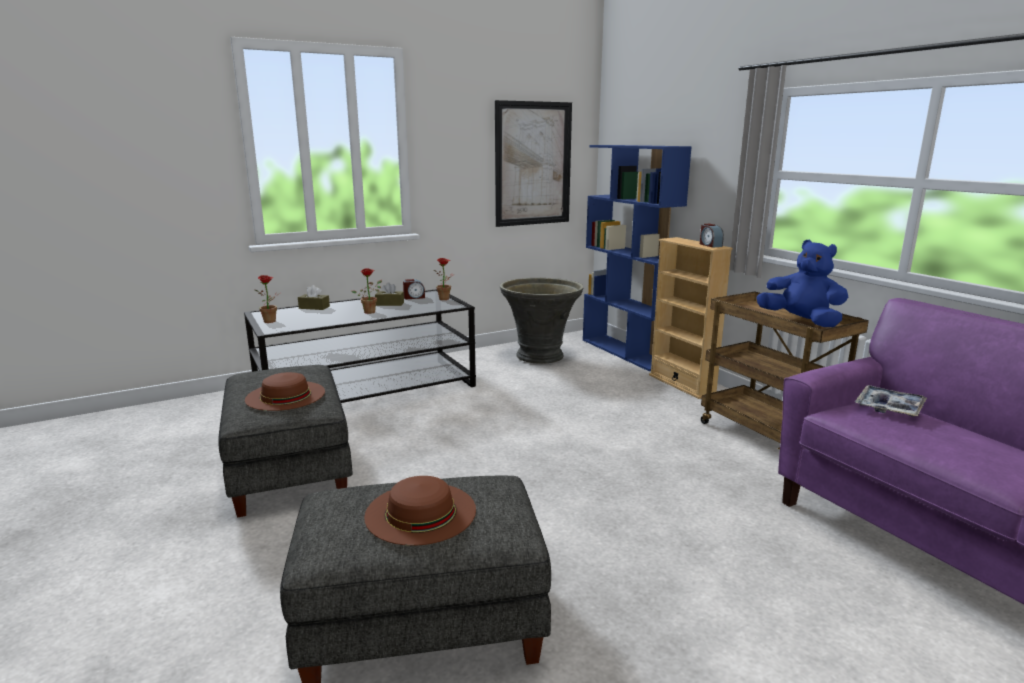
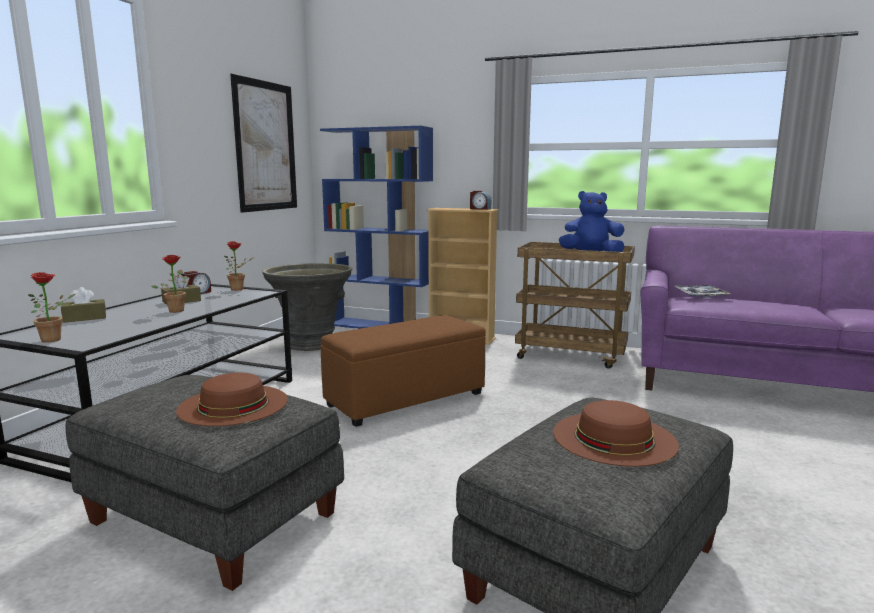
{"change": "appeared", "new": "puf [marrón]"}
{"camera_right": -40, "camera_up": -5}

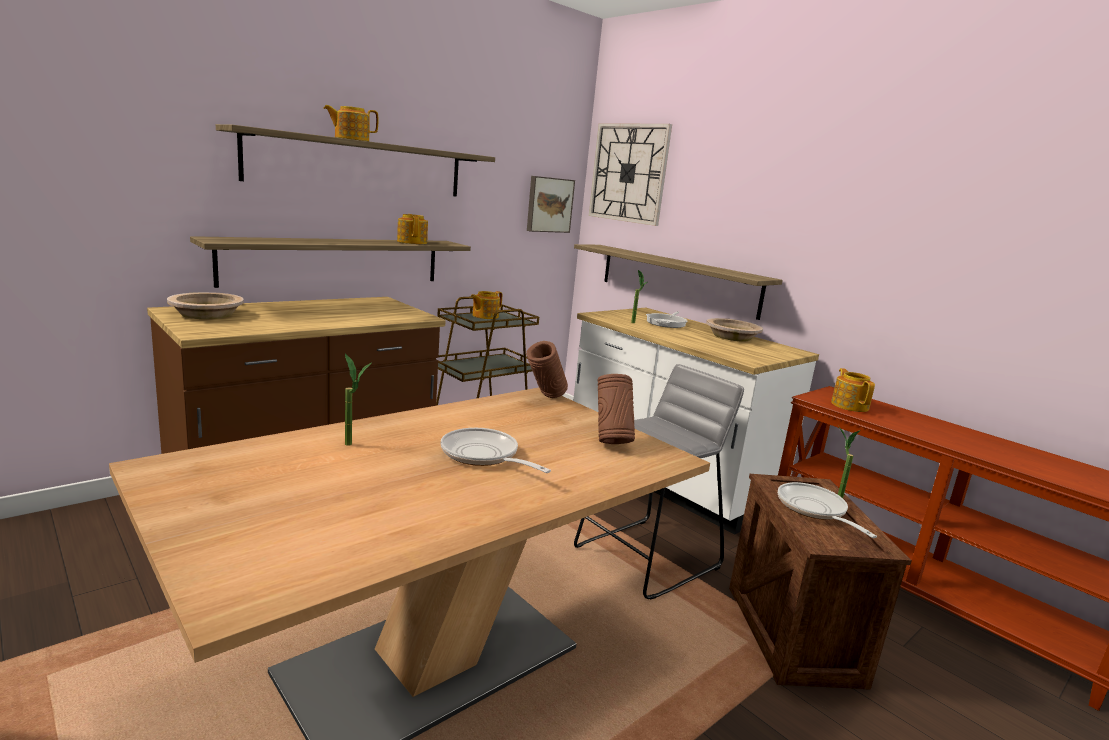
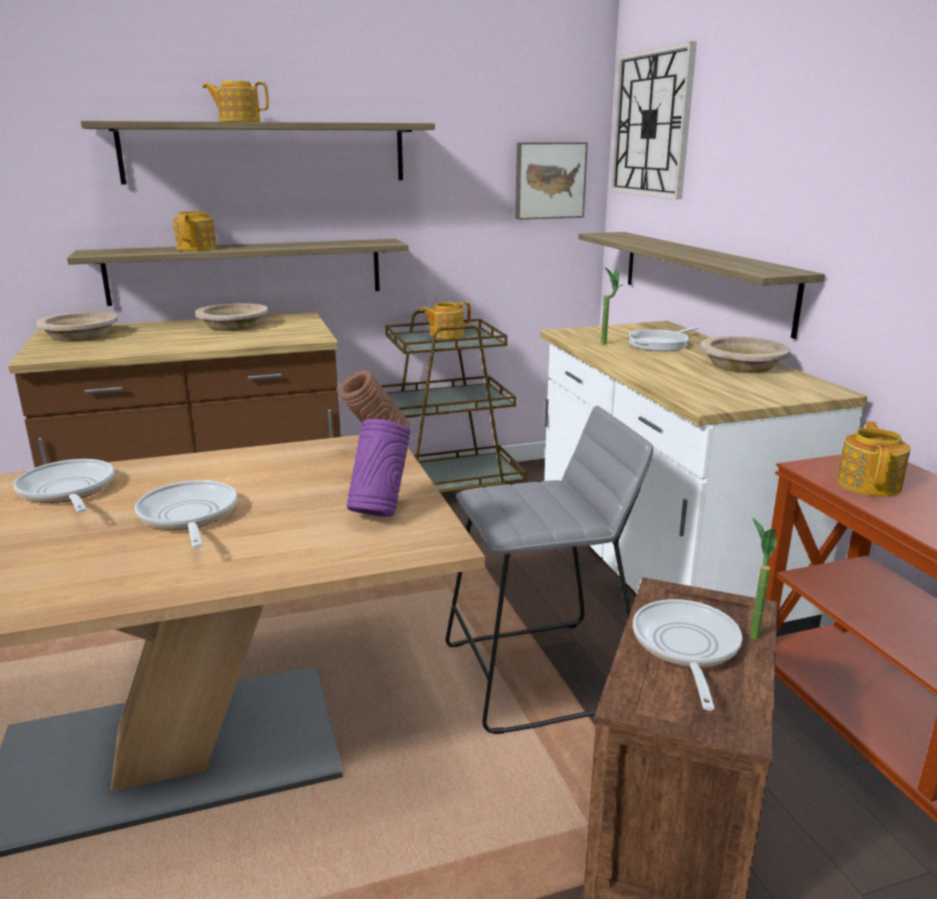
{"change": "exchanged", "old": "planta en maceta (no. 1 from left)", "new": "sartén (no. 1 from left)"}
{"change": "relocated", "old": "tetera (no. 2 from left in the first image)", "new": "tetera (no. 1 from left)"}
{"change": "appeared", "new": "cuenco [beis] (no. 2 from left)"}
{"change": "colour", "old": "florero [marrón] (no. 2 from left)", "new": "florero [morado]"}
{"camera_right": 25, "camera_up": 5}

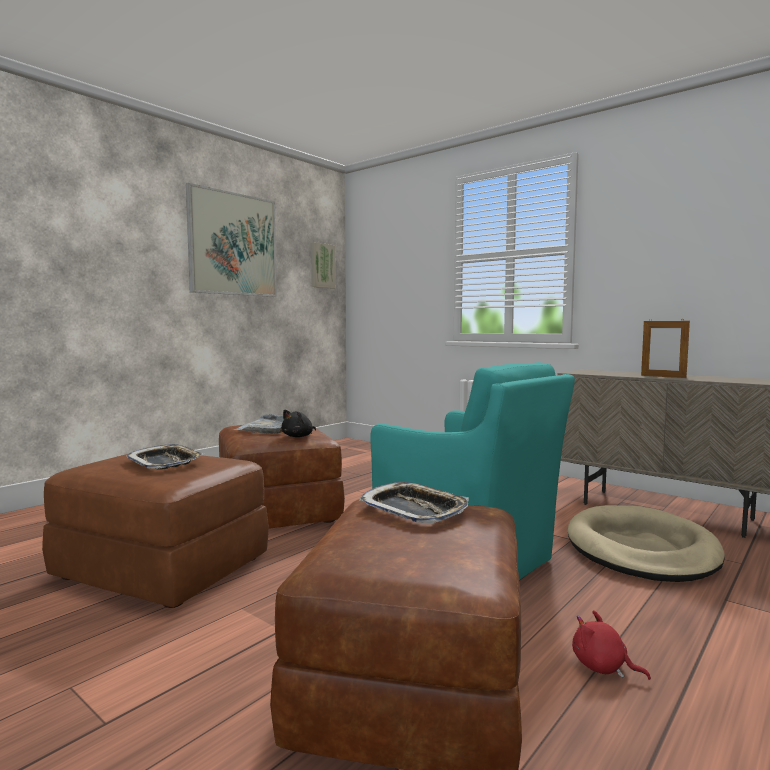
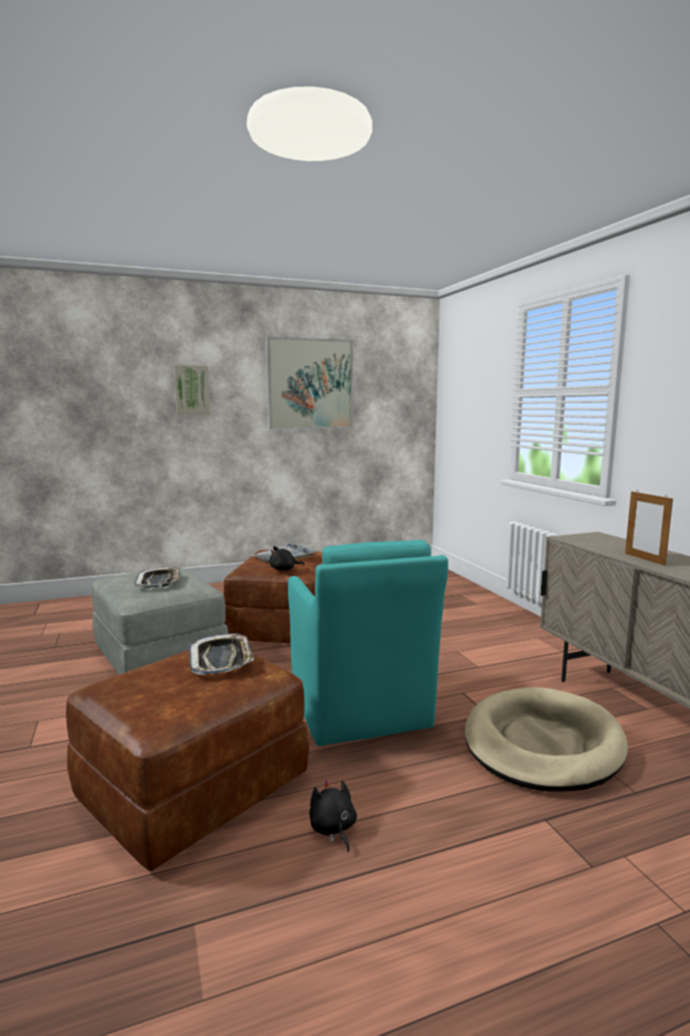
{"change": "colour", "old": "puf [marrón] (no. 1 from left)", "new": "puf [gris]"}
{"change": "relocated", "old": "cuadro (no. 2 from left in the first image)", "new": "cuadro (no. 1 from left)"}
{"change": "colour", "old": "peluche [rojo]", "new": "peluche [negro] (no. 2 from left)"}
{"camera_right": 30, "camera_up": 5}

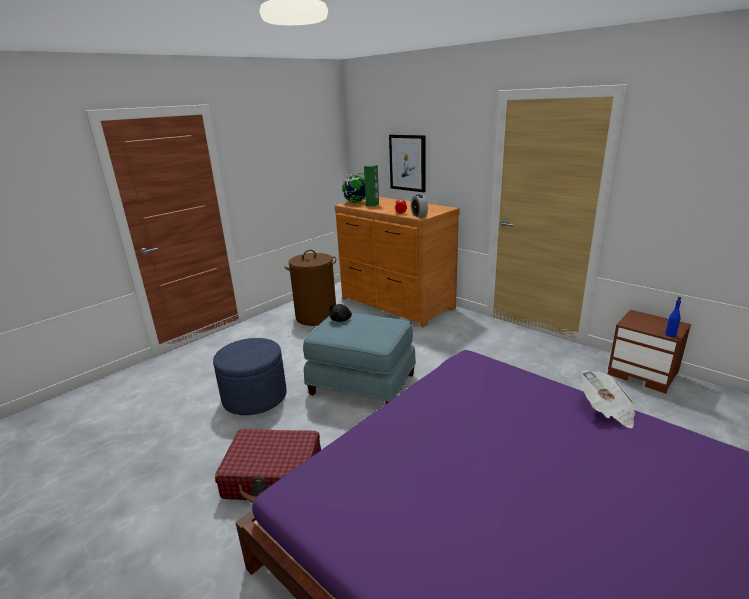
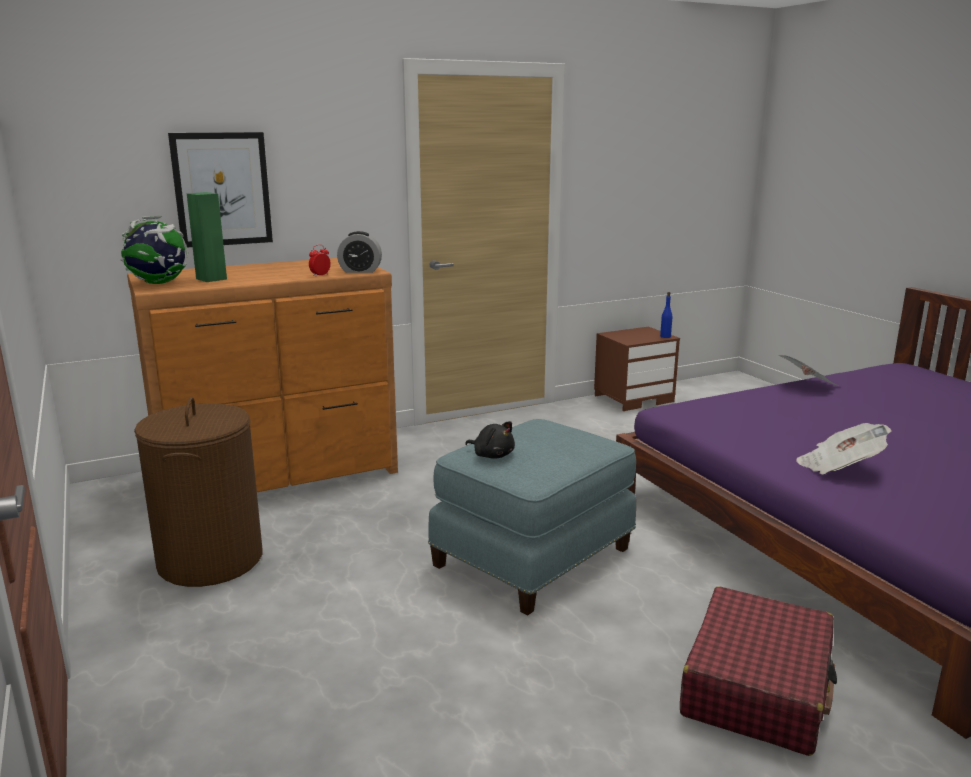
{"change": "appeared", "new": "periódico (no. 2 from left)"}
{"change": "missing", "old": "puf [azul] (no. 1 from left)"}
{"camera_right": -70, "camera_up": -5}

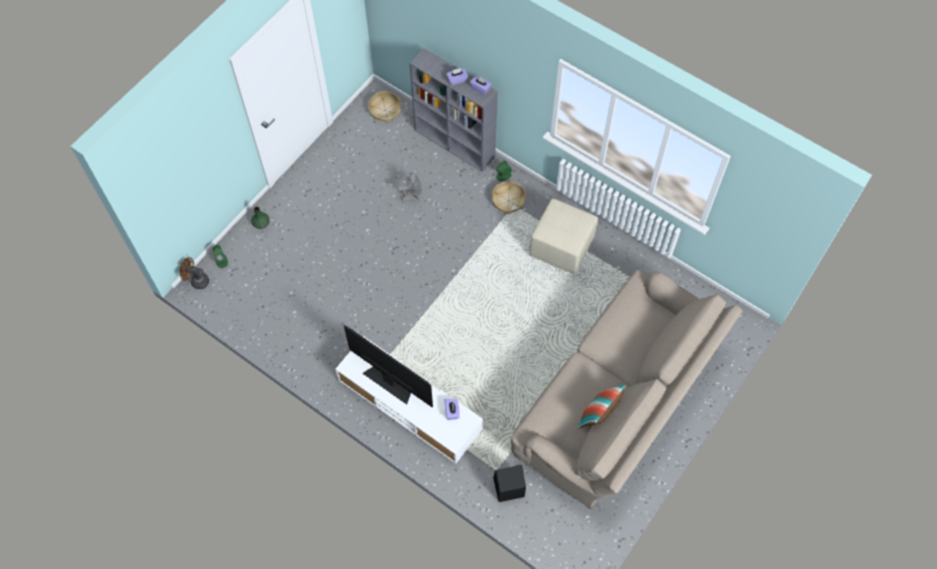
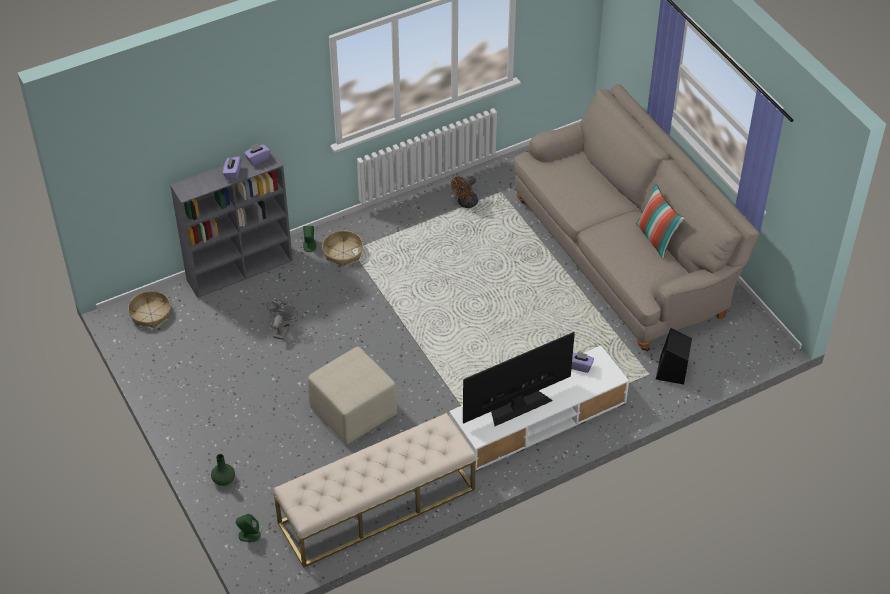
{"change": "appeared", "new": "banco [beis]"}
{"change": "relocated", "old": "puf [beis]"}
{"change": "relocated", "old": "ventilador [marrón]"}
{"camera_right": -65, "camera_up": -15}

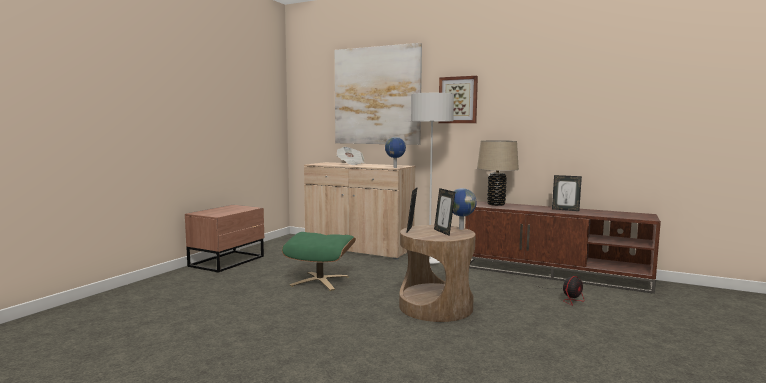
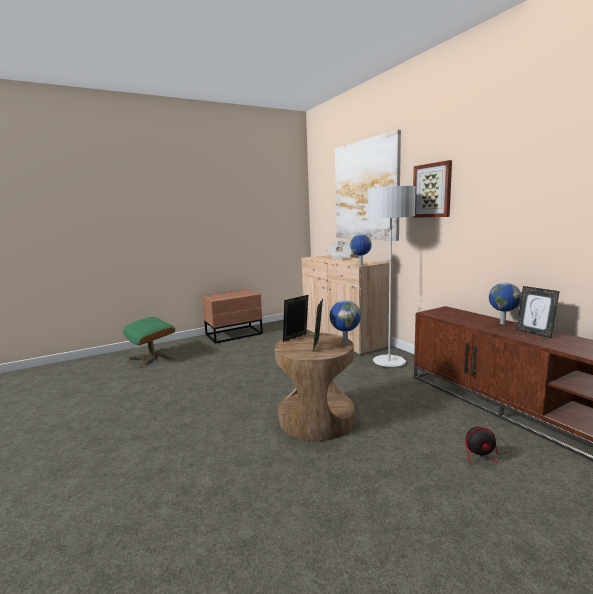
{"change": "relocated", "old": "puf [verde]"}
{"change": "appeared", "new": "globo terráqueo (no. 3 from left)"}
{"change": "missing", "old": "lámpara de mesa [beis]"}
{"camera_right": 35, "camera_up": 5}

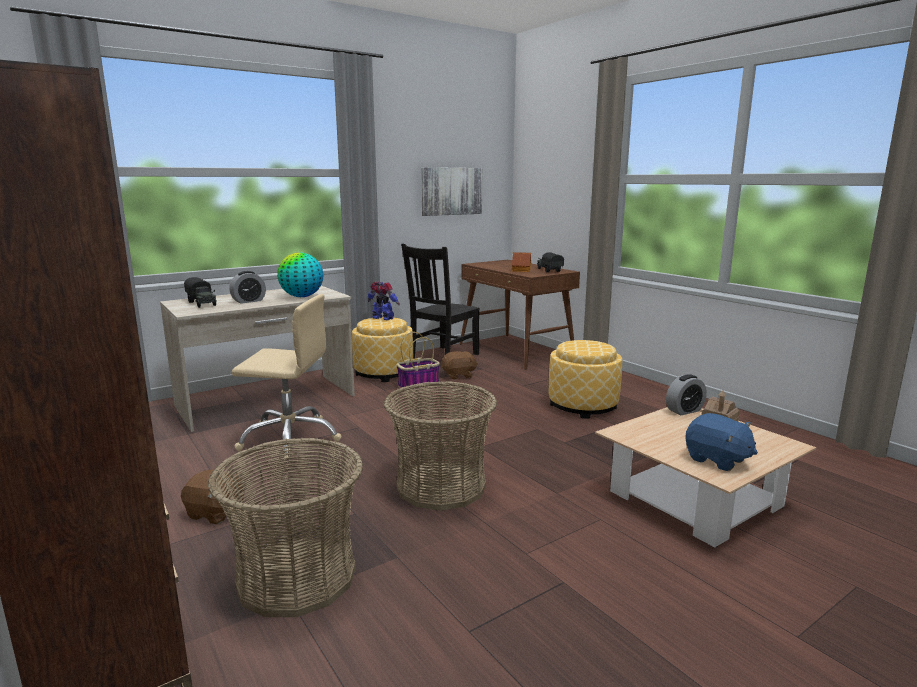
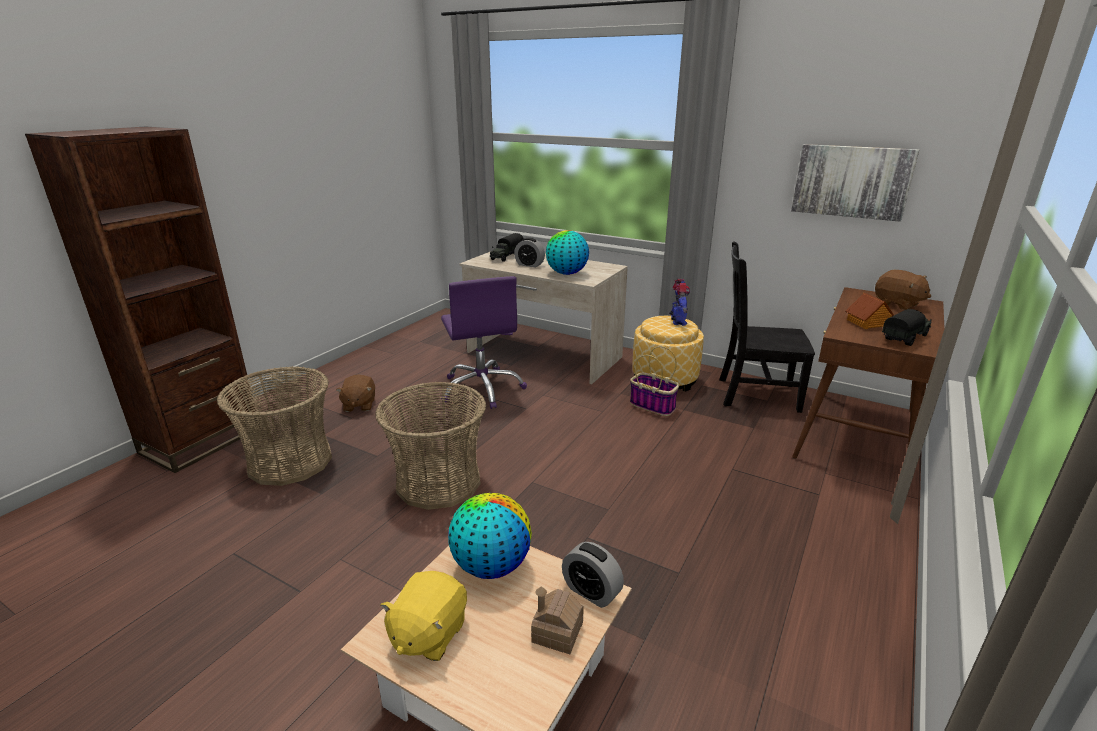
{"change": "colour", "old": "peluche [azul]", "new": "peluche [amarillo]"}
{"change": "colour", "old": "silla de oficina [beis]", "new": "silla de oficina [morado]"}
{"change": "appeared", "new": "globo terráqueo (no. 1 from left)"}
{"change": "relocated", "old": "peluche [marrón] (no. 2 from left)"}
{"change": "missing", "old": "puf (no. 2 from left)"}
{"camera_right": 65, "camera_up": 10}

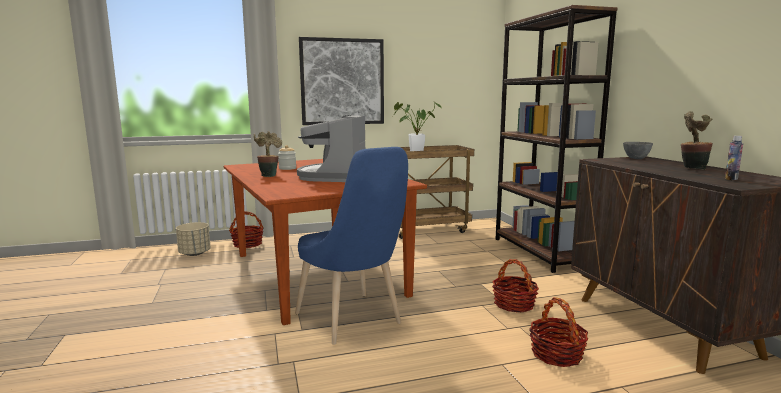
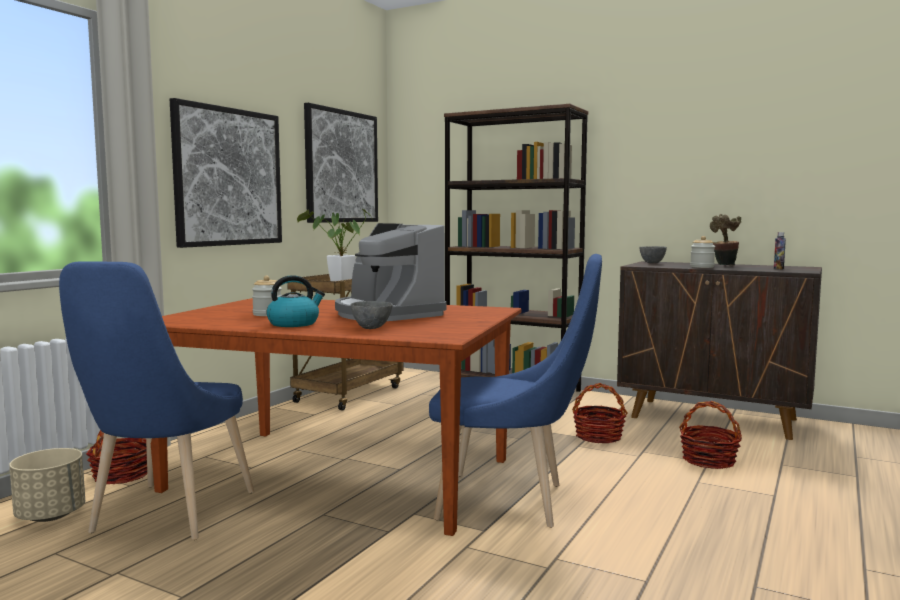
{"change": "appeared", "new": "silla [azul] (no. 1 from left)"}
{"change": "exchanged", "old": "planta en maceta (no. 1 from left)", "new": "hervidor"}
{"change": "appeared", "new": "cuadro (no. 2 from left)"}
{"change": "appeared", "new": "cuenco [gris] (no. 1 from left)"}
{"change": "appeared", "new": "tarro (no. 2 from left)"}
{"camera_right": -45, "camera_up": -5}

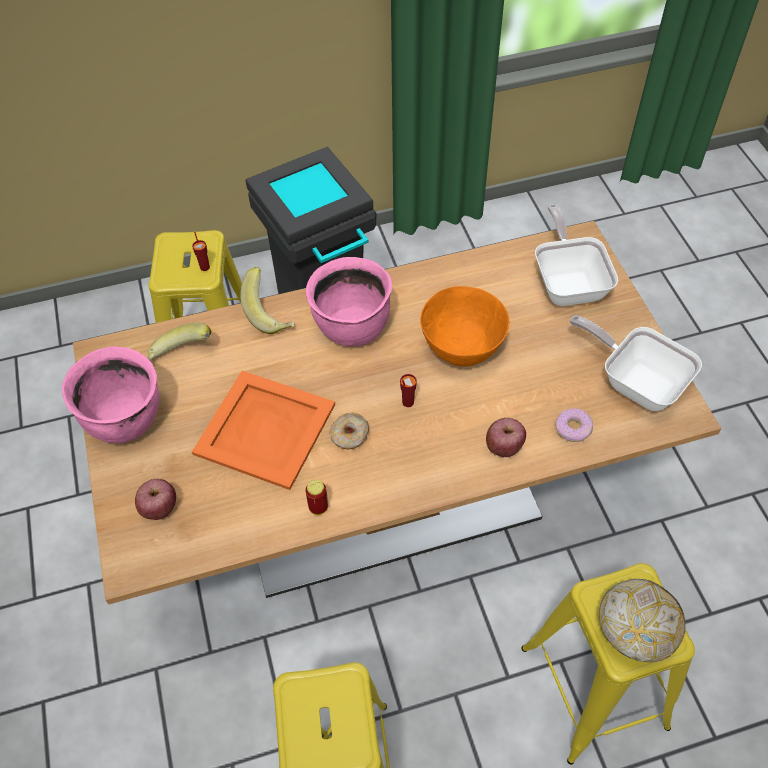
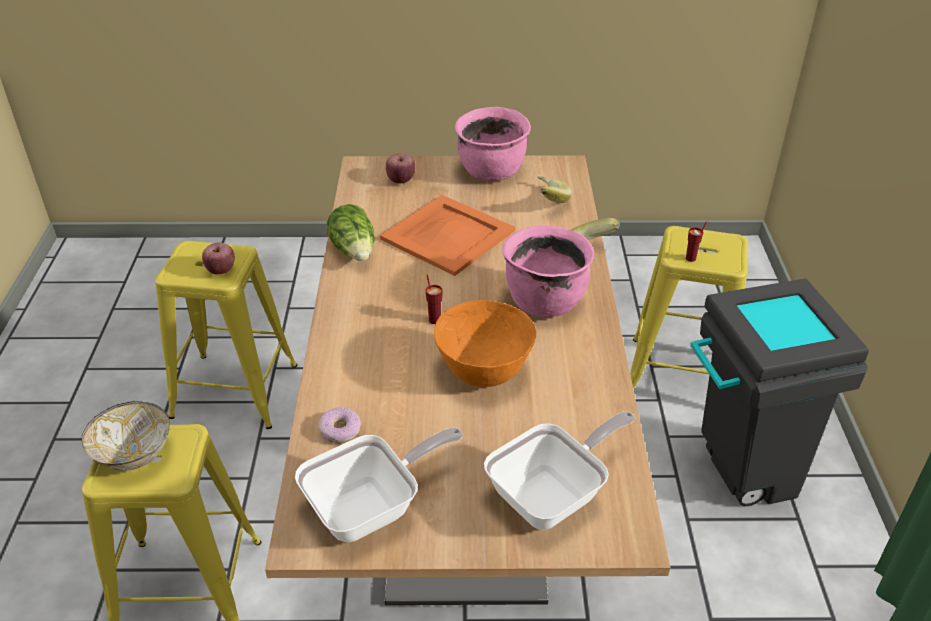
{"change": "relocated", "old": "manzana (no. 2 from left in the first image)", "new": "manzana (no. 1 from left)"}
{"change": "exchanged", "old": "lata", "new": "lechuga"}
{"change": "spun", "old": "sartén (no. 1 from left in the first image)", "degrees": -45}
{"change": "missing", "old": "rosquilla (no. 1 from left)"}
{"camera_right": 105, "camera_up": -15}

